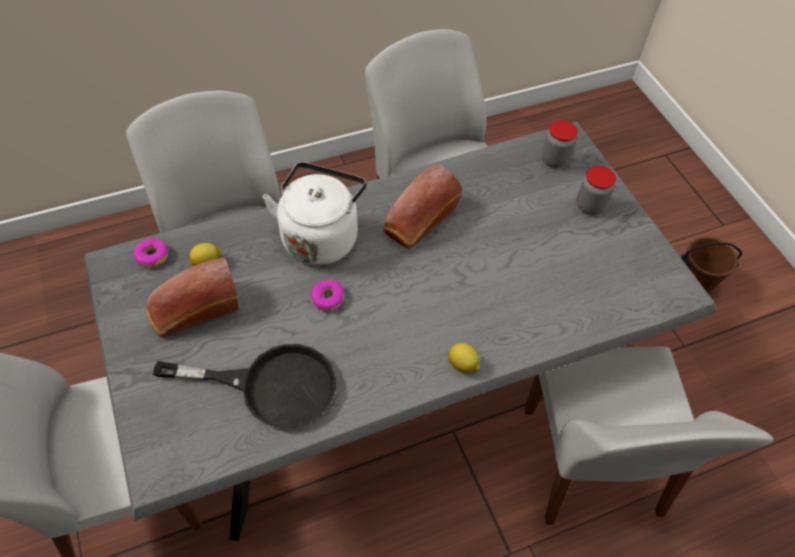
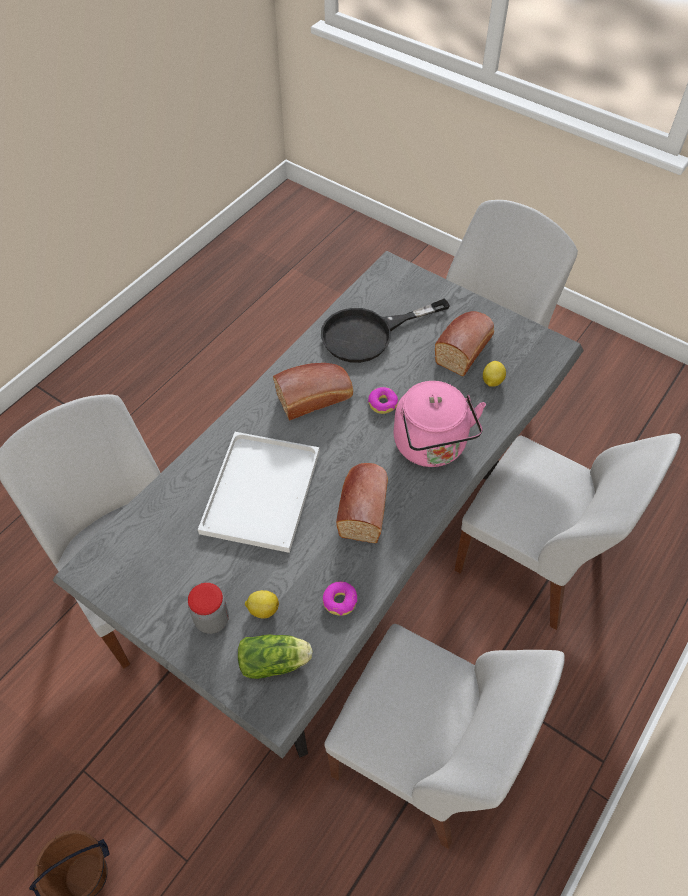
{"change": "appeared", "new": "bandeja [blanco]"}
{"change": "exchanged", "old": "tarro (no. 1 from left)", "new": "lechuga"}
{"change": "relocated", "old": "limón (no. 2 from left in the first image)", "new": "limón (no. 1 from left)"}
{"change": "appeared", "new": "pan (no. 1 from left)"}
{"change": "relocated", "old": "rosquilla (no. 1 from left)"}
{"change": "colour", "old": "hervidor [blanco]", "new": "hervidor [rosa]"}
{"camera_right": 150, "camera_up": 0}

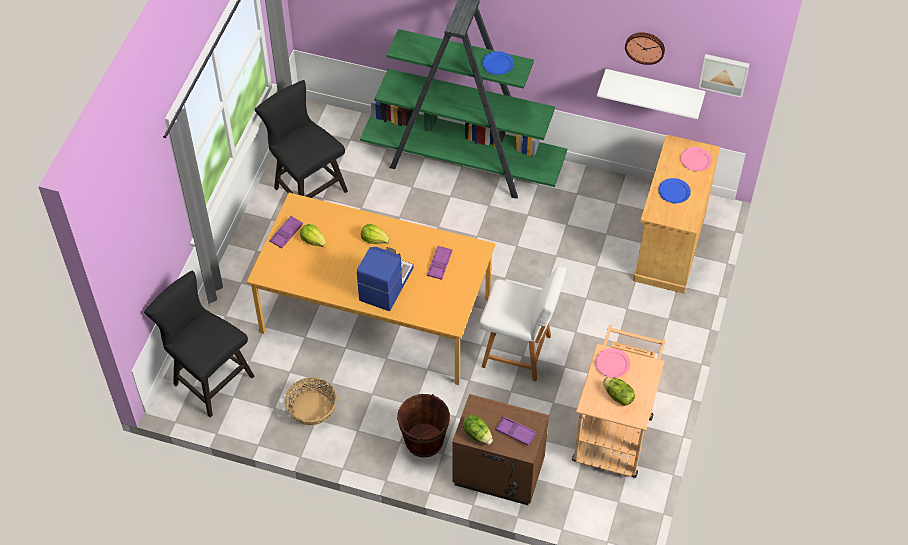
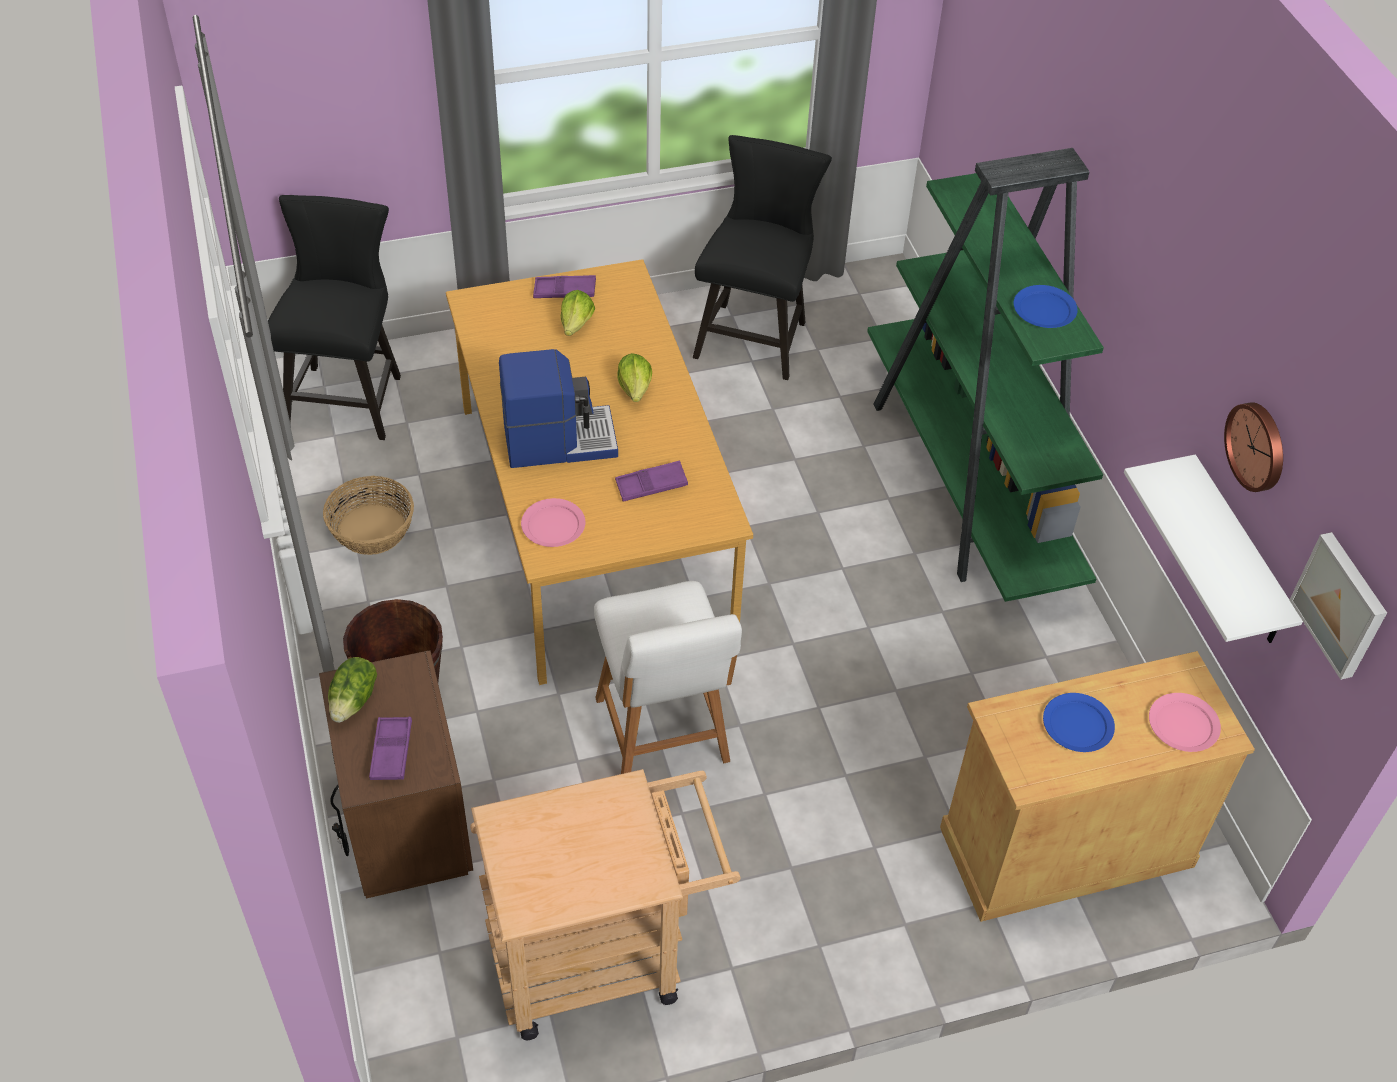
{"change": "relocated", "old": "plato [rosa] (no. 1 from left)"}
{"change": "missing", "old": "lechuga (no. 4 from left)"}
{"camera_right": 55, "camera_up": -5}

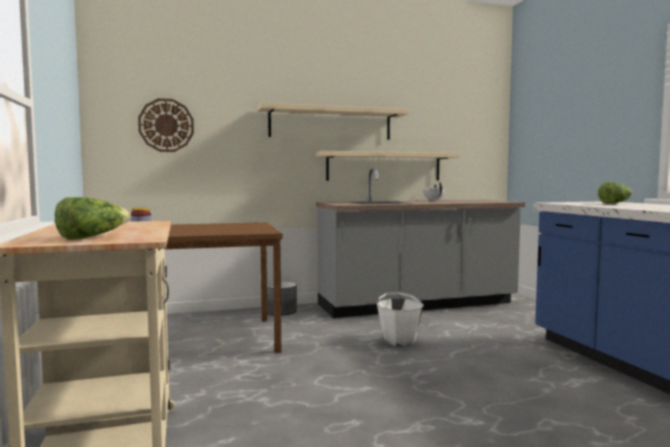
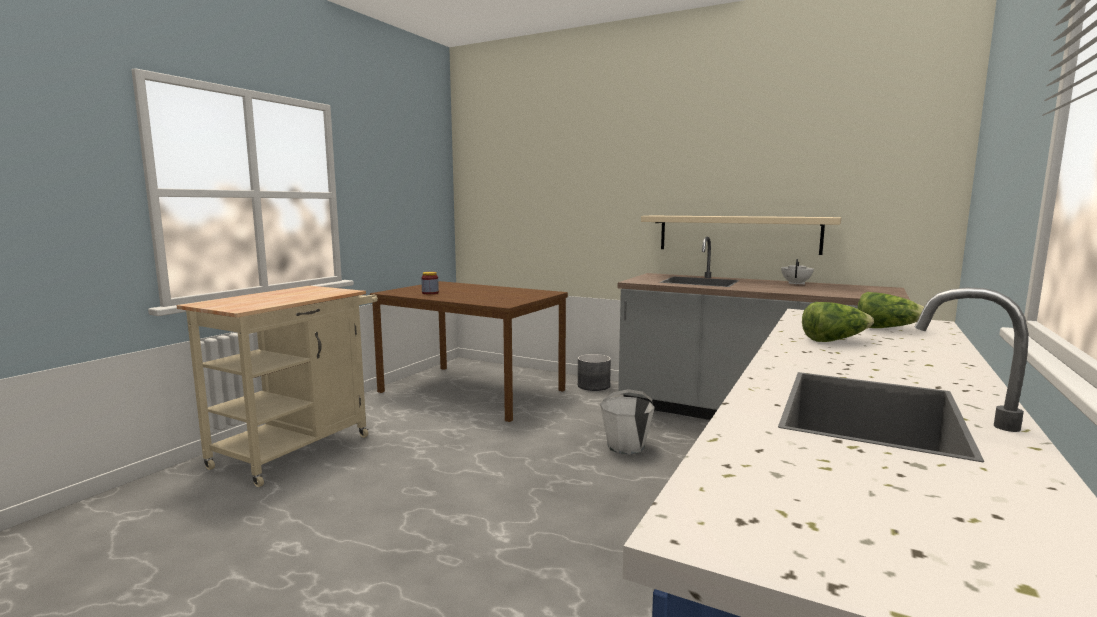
{"change": "relocated", "old": "lechuga (no. 1 from left)"}
{"change": "missing", "old": "reloj de pared"}
{"change": "missing", "old": "estante [beis] (no. 1 from left)"}
{"camera_right": 45, "camera_up": 5}

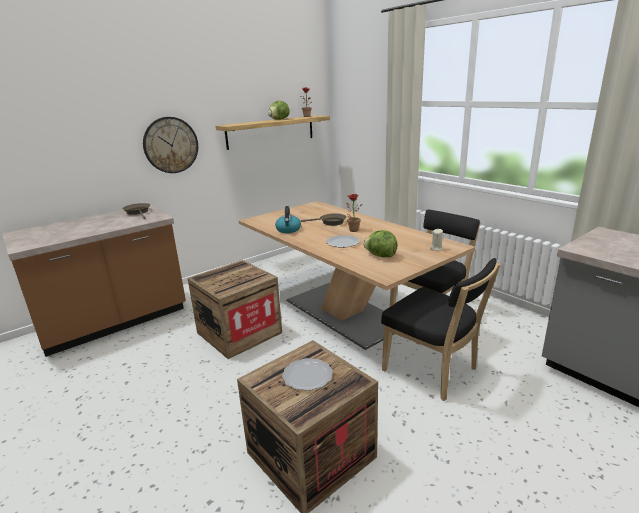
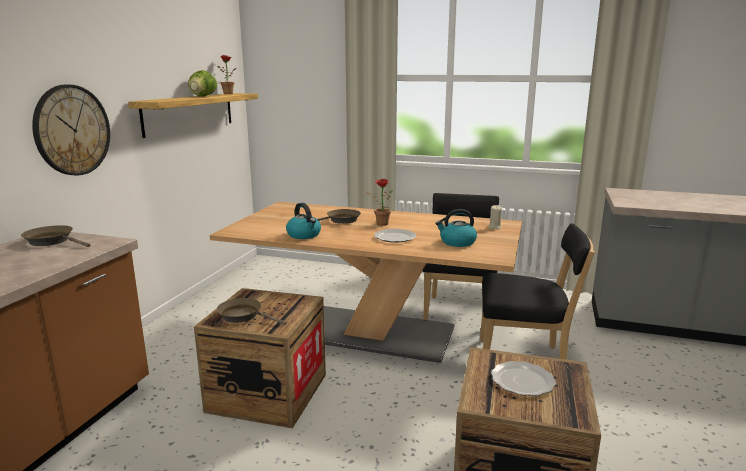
{"change": "appeared", "new": "sartén [marrón] (no. 2 from left)"}
{"change": "exchanged", "old": "lechuga (no. 2 from left)", "new": "hervidor (no. 2 from left)"}
{"camera_right": -35, "camera_up": -5}

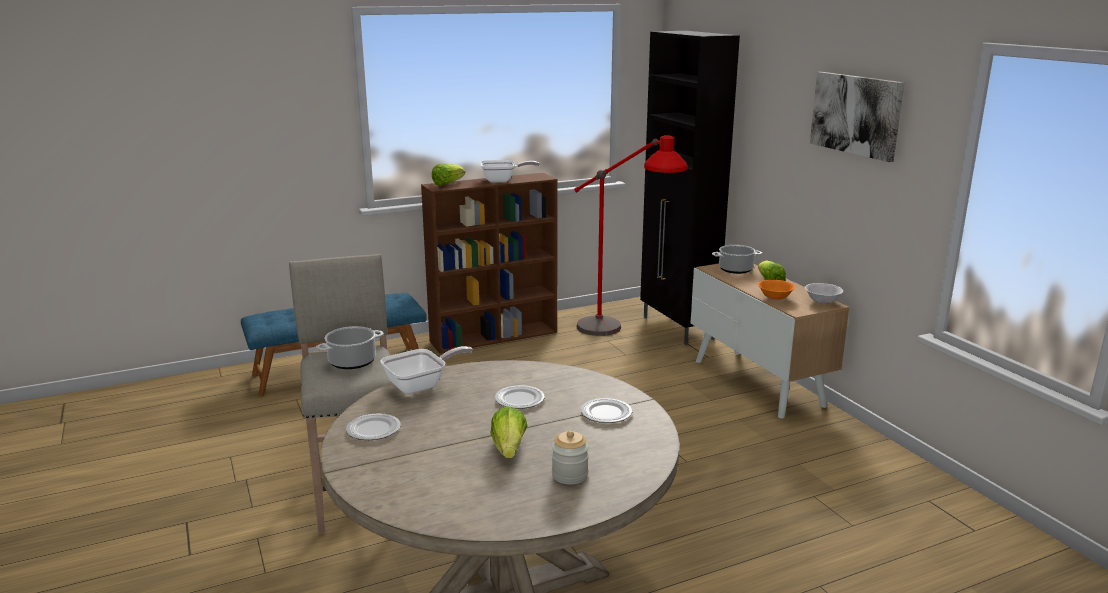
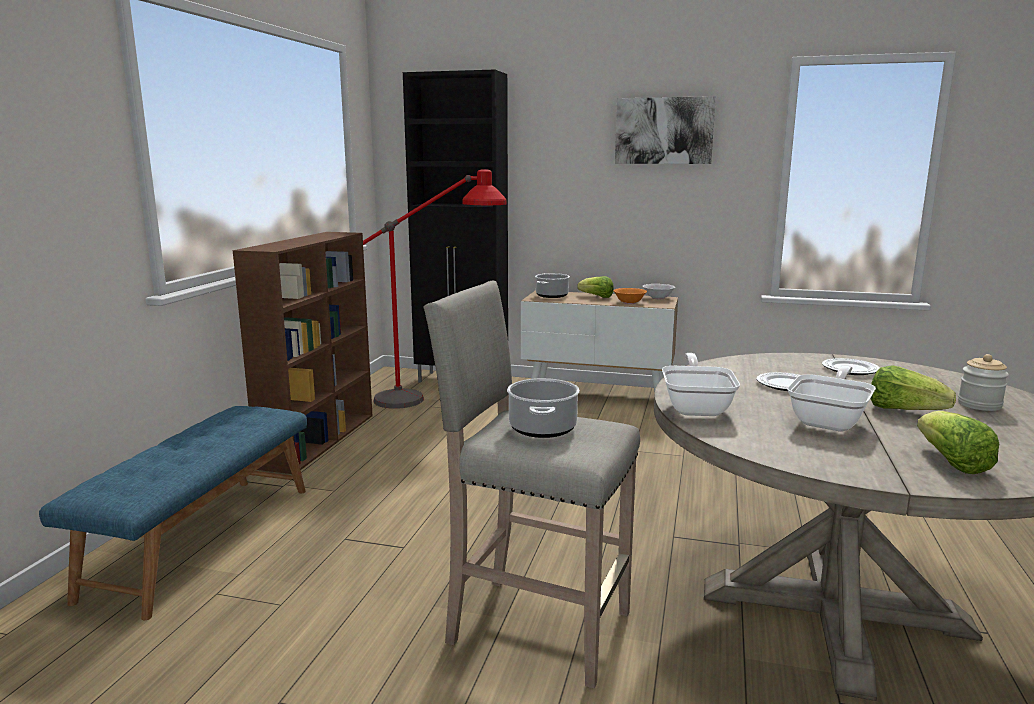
{"change": "relocated", "old": "sartén (no. 2 from left)"}
{"change": "relocated", "old": "lechuga (no. 1 from left in the first image)", "new": "lechuga (no. 3 from left)"}
{"change": "missing", "old": "plato (no. 1 from left)"}
{"camera_right": -50, "camera_up": -5}

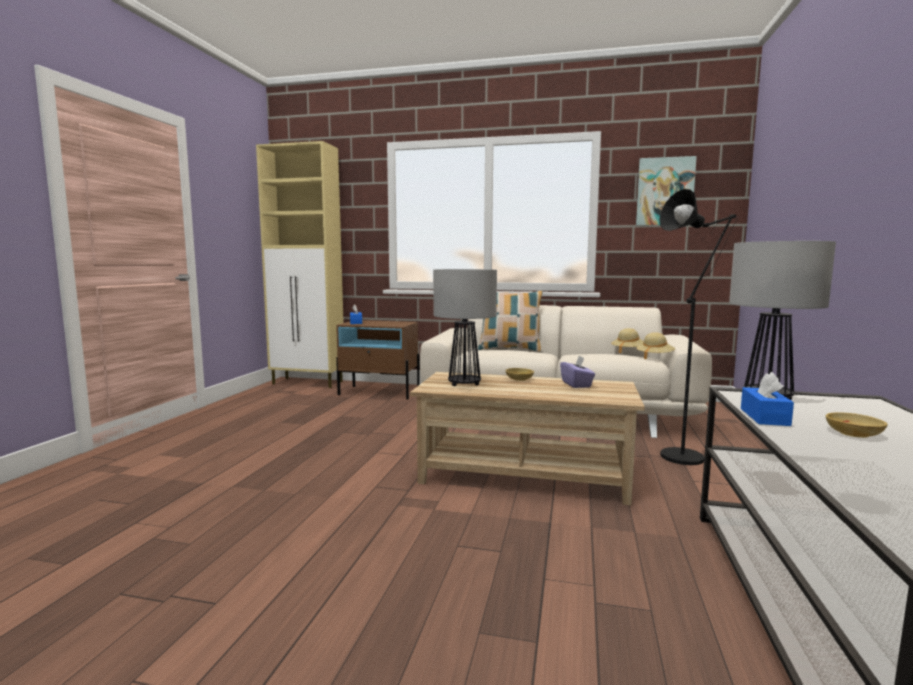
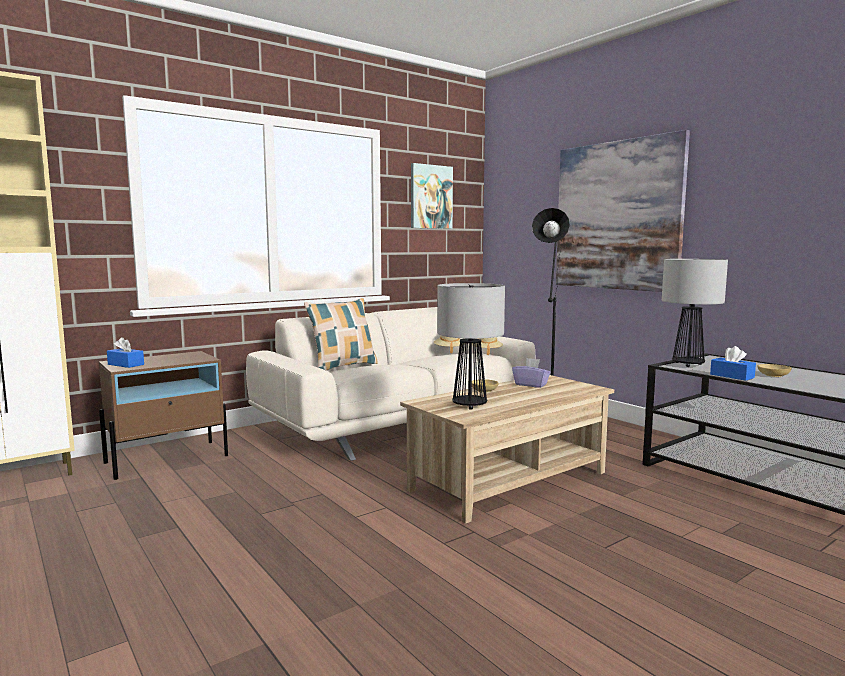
{"change": "appeared", "new": "cuadro (no. 2 from left)"}
{"camera_right": -50, "camera_up": 0}

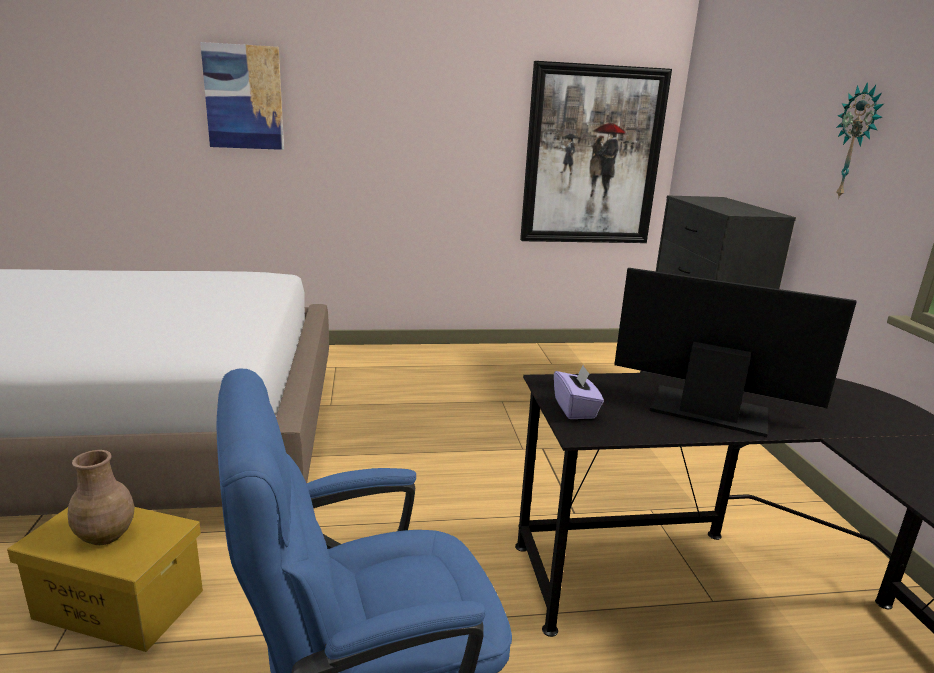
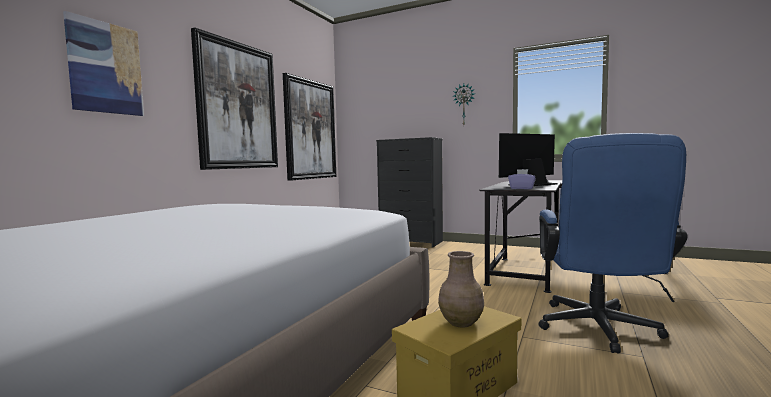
{"change": "appeared", "new": "cuadro (no. 2 from left)"}
{"camera_right": -55, "camera_up": -15}

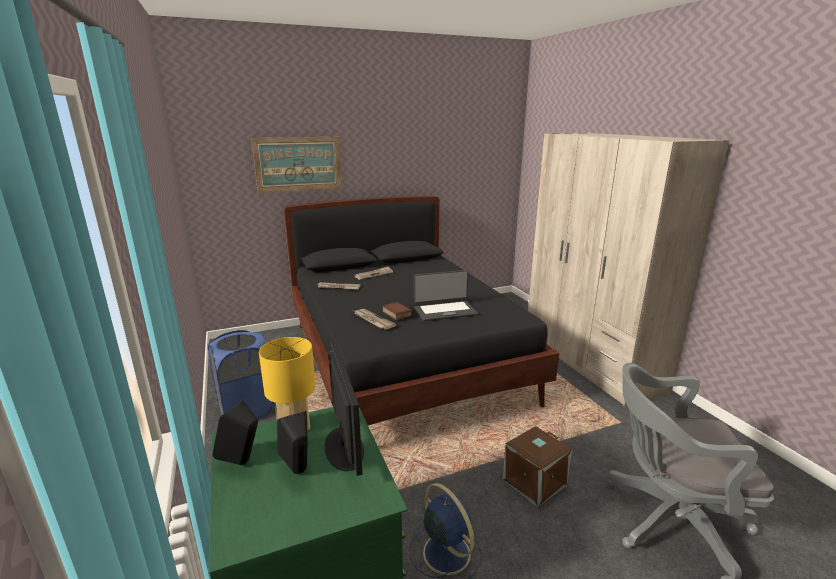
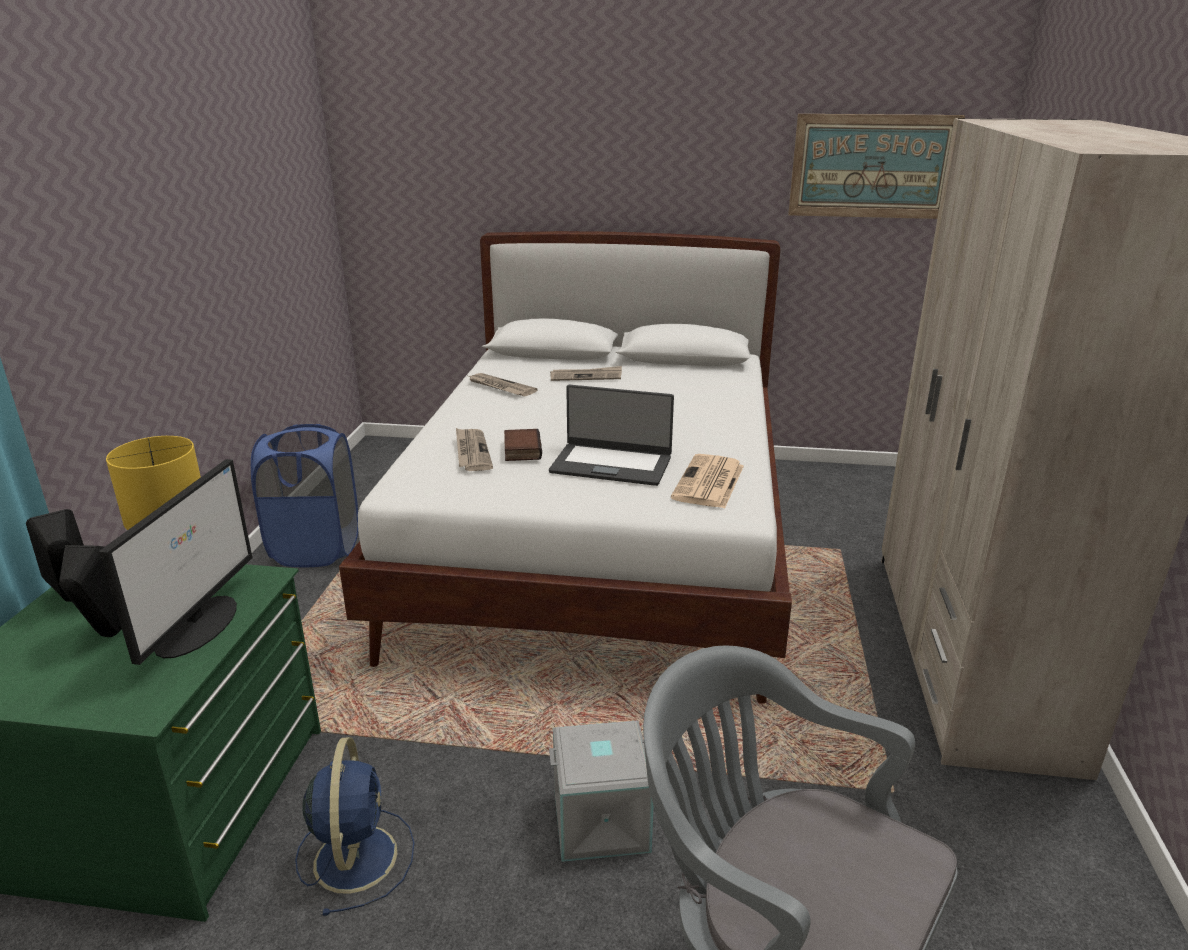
{"change": "colour", "old": "cama [negro]", "new": "cama [blanco]"}
{"change": "colour", "old": "caja de almacenaje [marrón]", "new": "caja de almacenaje [gris]"}
{"change": "appeared", "new": "periódico (no. 4 from left)"}
{"change": "relocated", "old": "cuadro"}
{"camera_right": 30, "camera_up": 5}

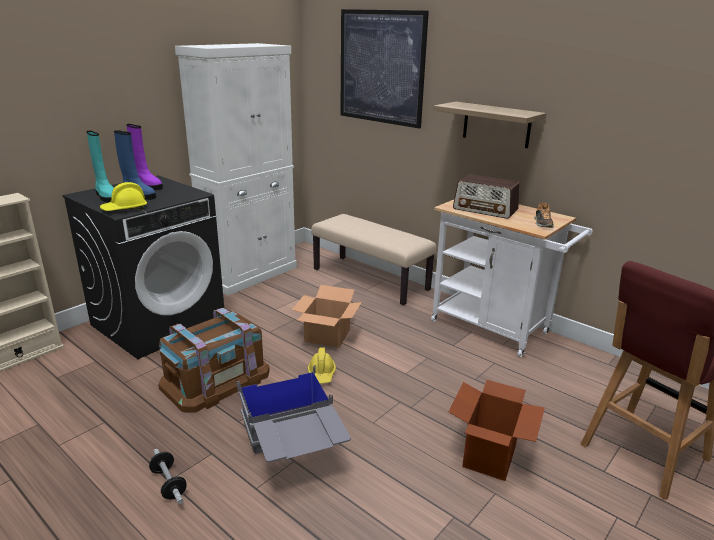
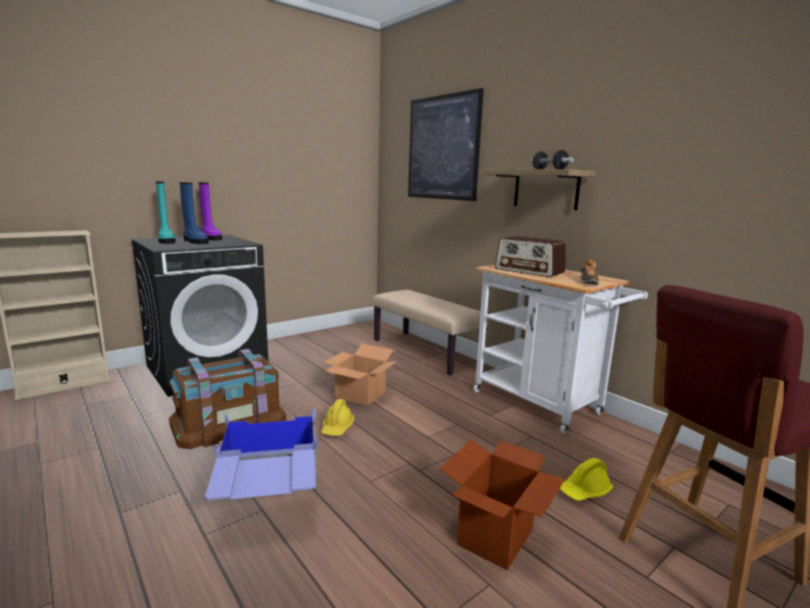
{"change": "colour", "old": "caja de almacenaje [gris]", "new": "caja de almacenaje [azul]"}
{"change": "relocated", "old": "mancuerna"}
{"change": "relocated", "old": "casco [amarillo] (no. 1 from left in the first image)", "new": "casco [amarillo] (no. 2 from left)"}
{"change": "missing", "old": "armario [blanco]"}
{"camera_right": 10, "camera_up": -10}

